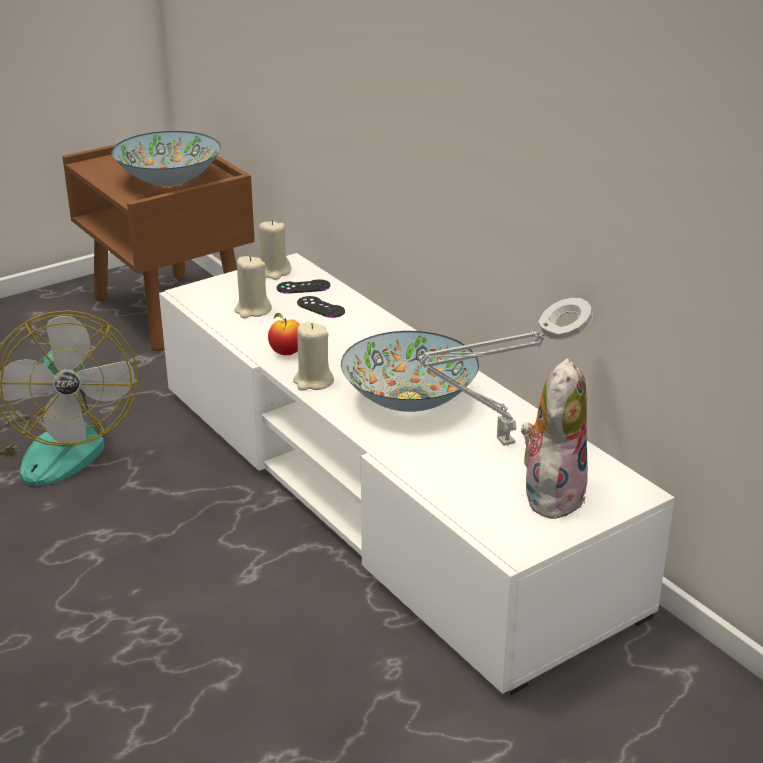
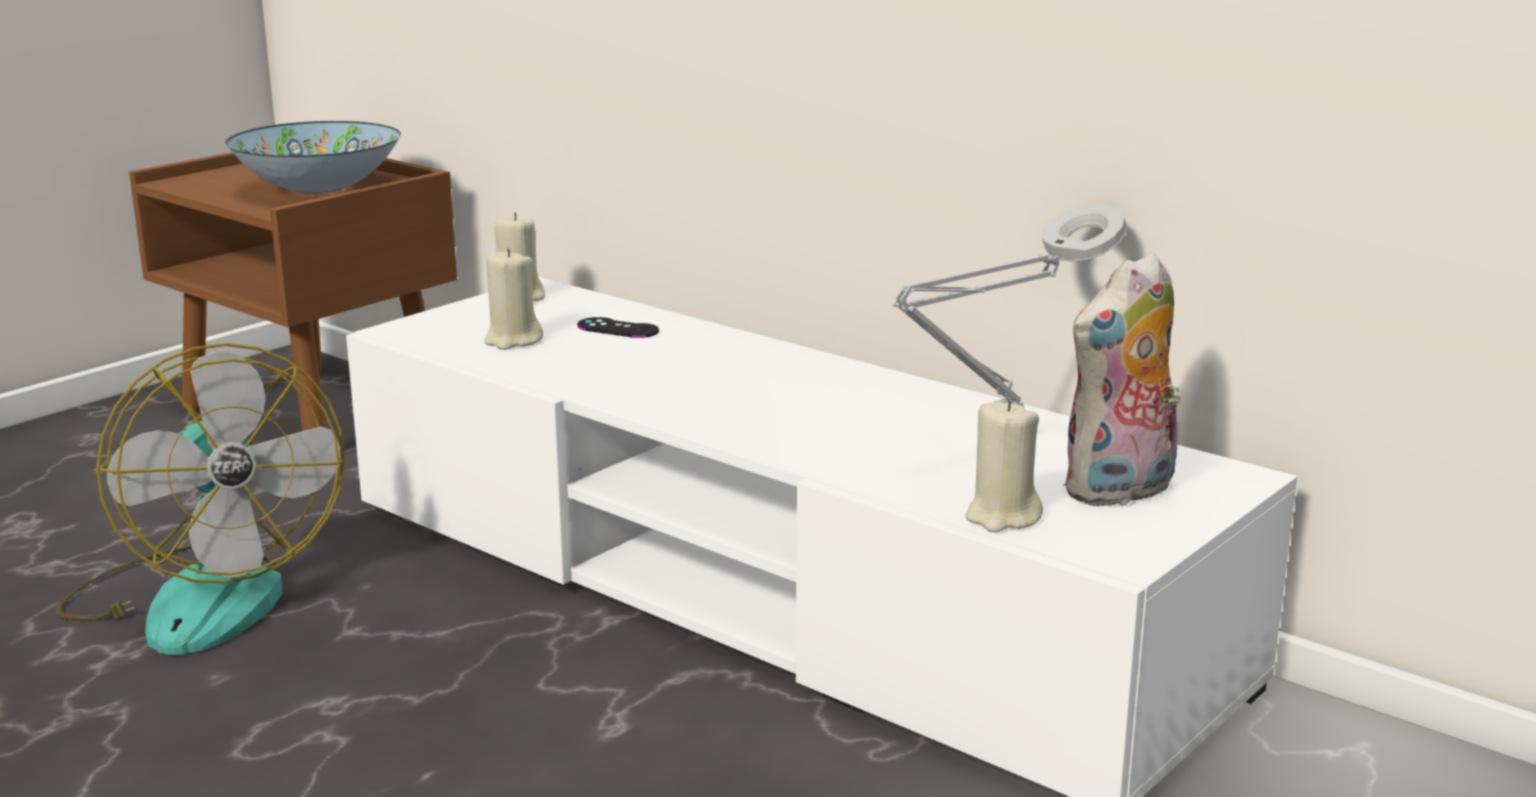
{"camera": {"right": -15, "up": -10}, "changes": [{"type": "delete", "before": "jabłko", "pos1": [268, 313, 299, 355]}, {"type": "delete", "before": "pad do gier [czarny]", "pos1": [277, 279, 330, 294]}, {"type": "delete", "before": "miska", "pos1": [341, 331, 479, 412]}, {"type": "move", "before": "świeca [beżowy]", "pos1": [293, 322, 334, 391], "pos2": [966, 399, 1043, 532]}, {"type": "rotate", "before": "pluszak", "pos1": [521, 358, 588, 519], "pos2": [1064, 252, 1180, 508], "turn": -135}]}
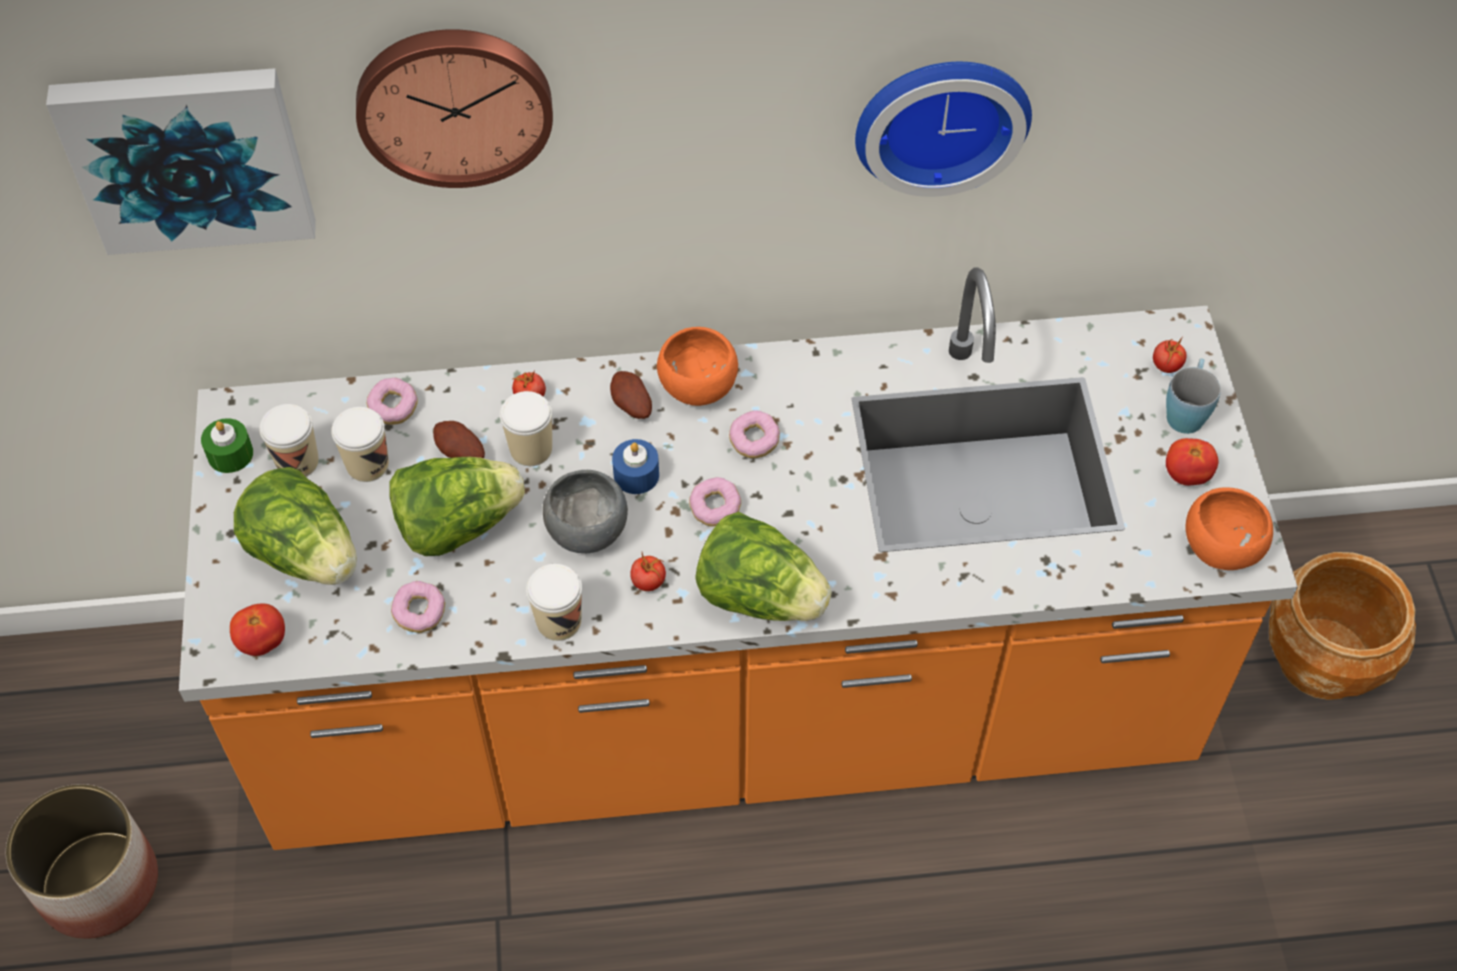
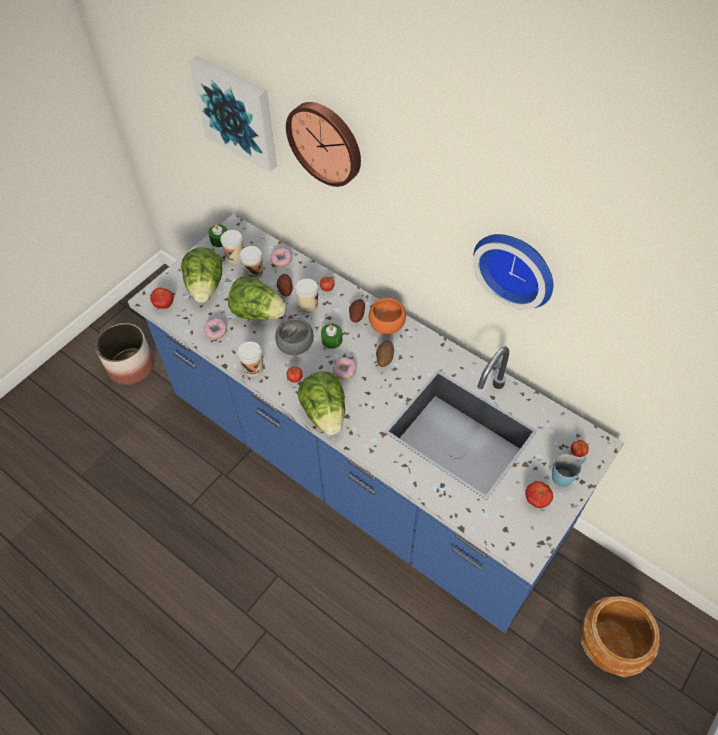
{"camera": {"right": 45, "up": 0}, "changes": [{"type": "delete", "before": "miska [pomarańczowy]", "pos1": [1186, 487, 1273, 570]}, {"type": "replace", "before": "donut", "after": "ziemniak", "pos1": [729, 410, 780, 459], "pos2": [376, 340, 394, 367]}, {"type": "recolor", "before": "zabudowa kuchenna [pomarańczowy]", "after": "zabudowa kuchenna [niebieski]", "pos1": [179, 267, 1298, 850], "pos2": [128, 214, 624, 633]}, {"type": "recolor", "before": "świeca [niebieski]", "after": "świeca [zielony]", "pos1": [612, 439, 659, 494], "pos2": [321, 323, 342, 349]}]}
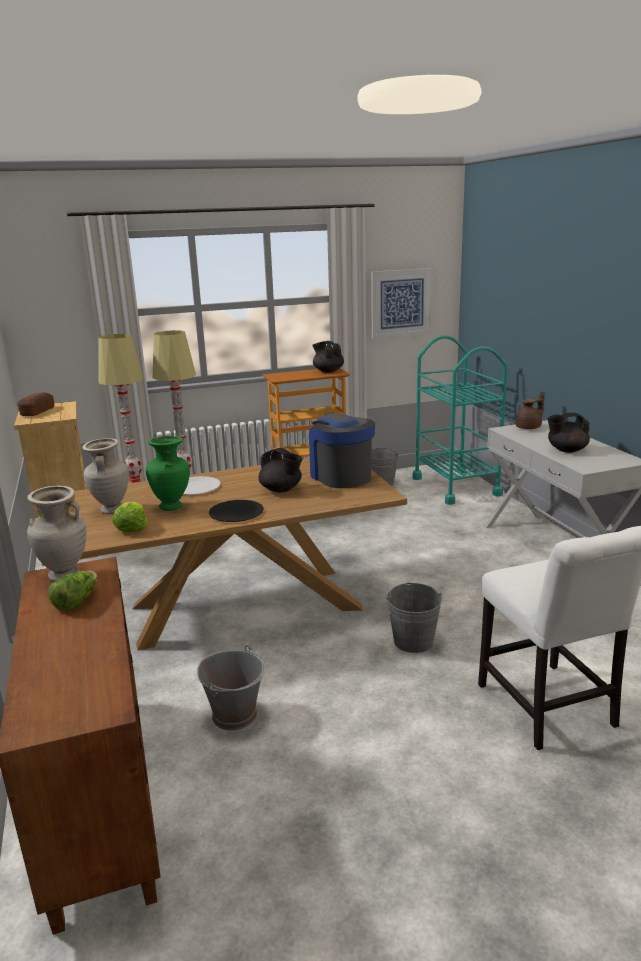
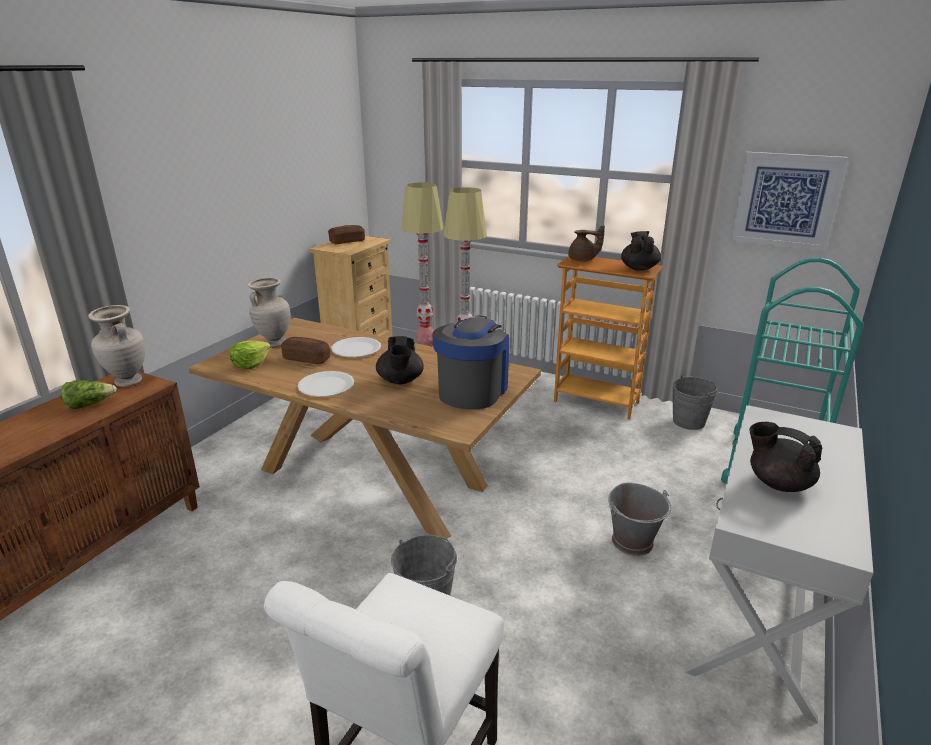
{"camera": {"right": 45, "up": 5}, "changes": [{"type": "move", "before": "wiadro [szary]", "pos1": [197, 645, 265, 731], "pos2": [608, 482, 672, 556]}, {"type": "move", "before": "imbryk [brązowy]", "pos1": [515, 391, 545, 429], "pos2": [568, 225, 605, 261]}, {"type": "replace", "before": "wazon [zielony]", "after": "chleb", "pos1": [146, 436, 190, 511], "pos2": [281, 337, 330, 364]}, {"type": "recolor", "before": "talerz [czarny]", "after": "talerz [biały]", "pos1": [209, 500, 264, 522], "pos2": [297, 371, 354, 397]}]}
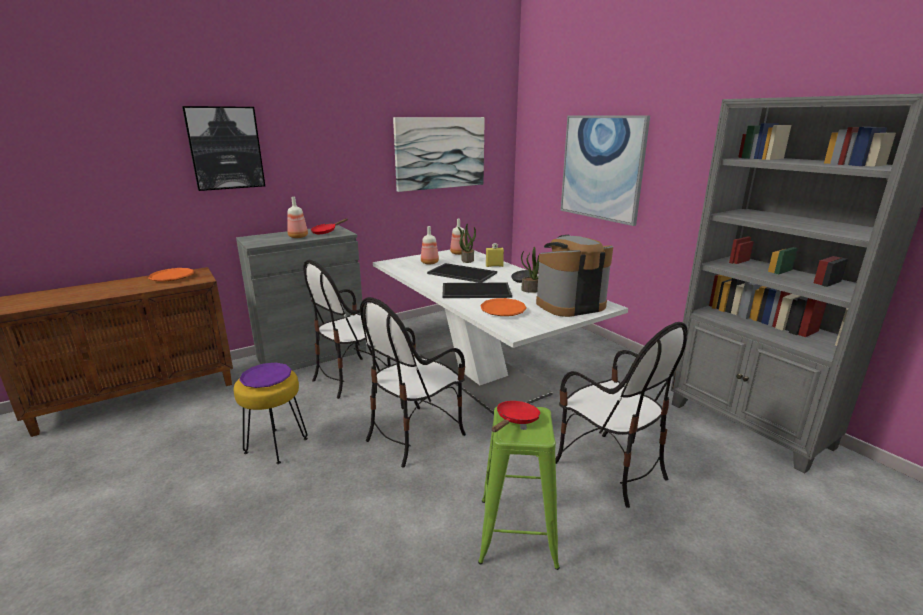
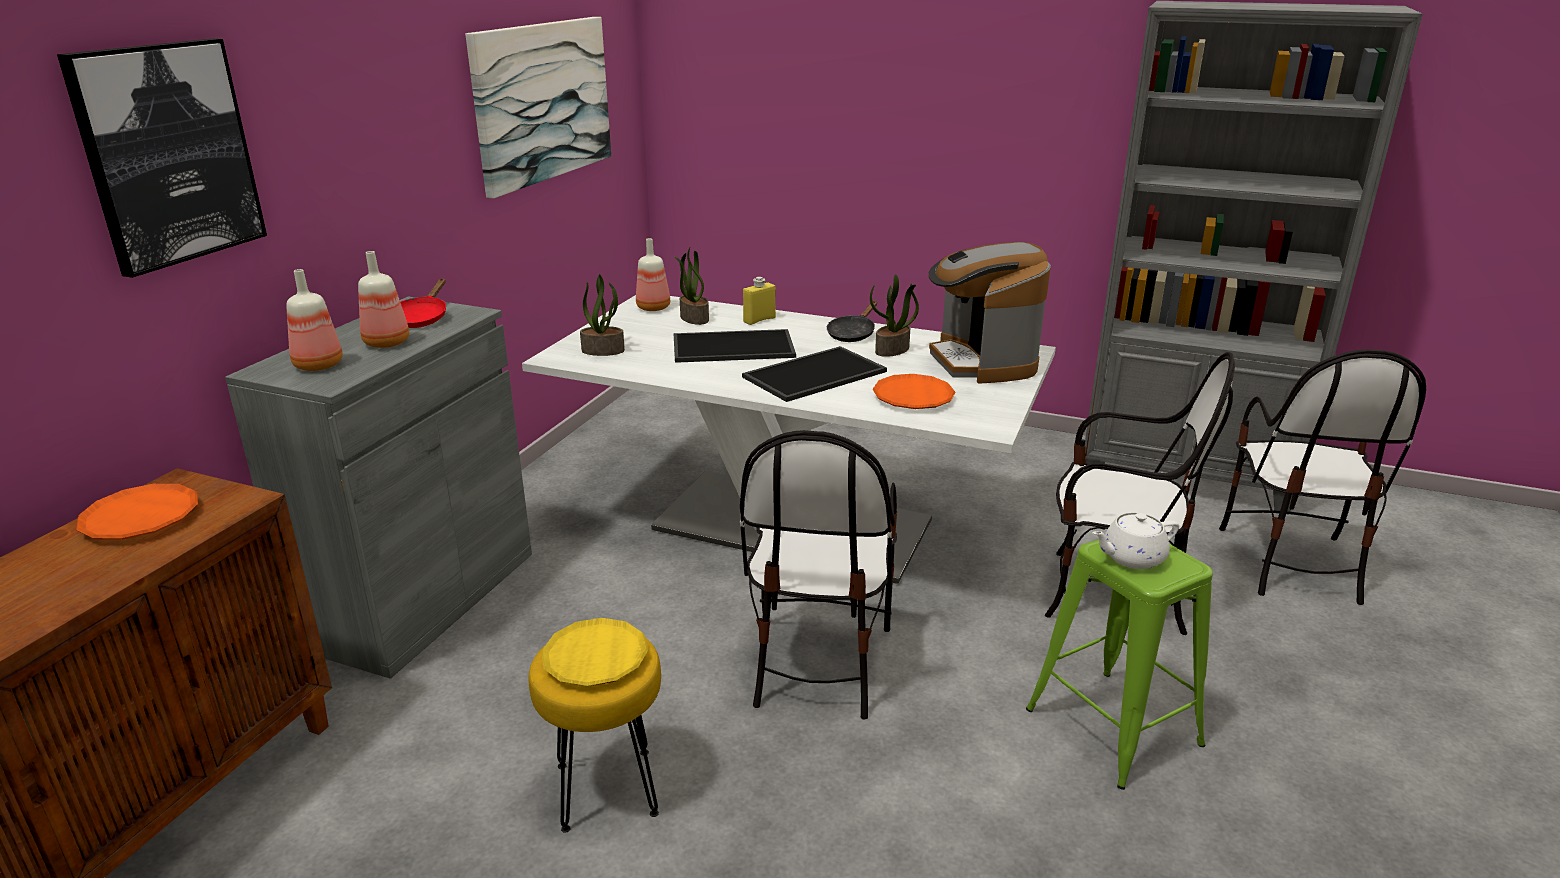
{"camera": {"right": -35, "up": 5}, "changes": [{"type": "delete", "before": "obraz", "pos1": [561, 115, 650, 226]}, {"type": "insert", "after": "roślina doniczkowa", "pos2": [580, 274, 625, 356]}, {"type": "move", "before": "krzesło", "pos1": [303, 260, 391, 399], "pos2": [1219, 349, 1426, 605]}, {"type": "move", "before": "butelka", "pos1": [421, 226, 439, 264], "pos2": [286, 269, 343, 371]}, {"type": "replace", "before": "patelnia [czerwony]", "after": "imbryk [biały]", "pos1": [492, 401, 540, 432], "pos2": [1092, 513, 1179, 569]}, {"type": "recolor", "before": "talerz [fioletowy]", "after": "talerz [żółty]", "pos1": [239, 363, 292, 388], "pos2": [541, 618, 648, 687]}, {"type": "rotate", "before": "ekspres do kawy", "pos1": [536, 235, 613, 317], "pos2": [929, 242, 1051, 384], "turn": -45}]}
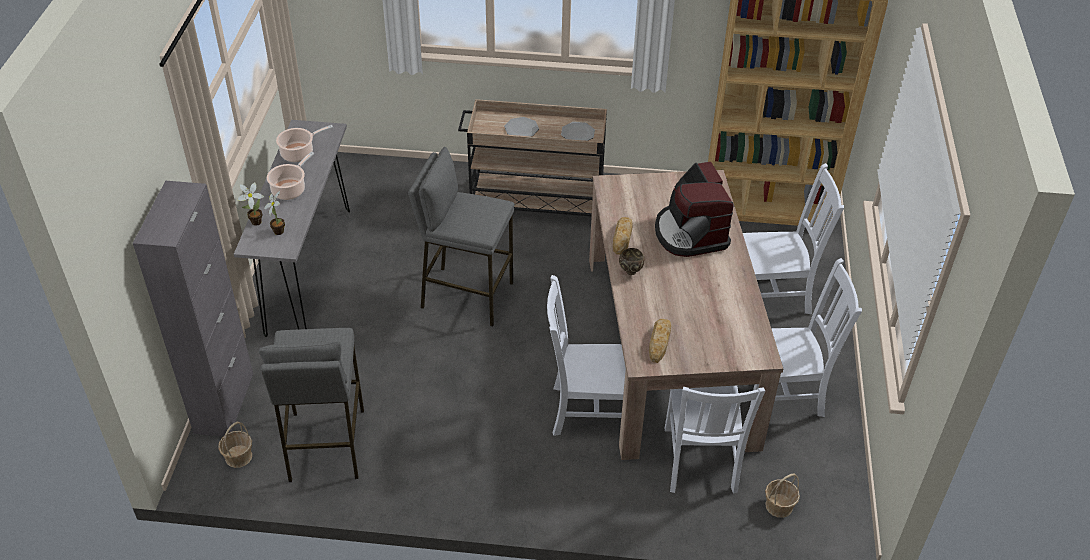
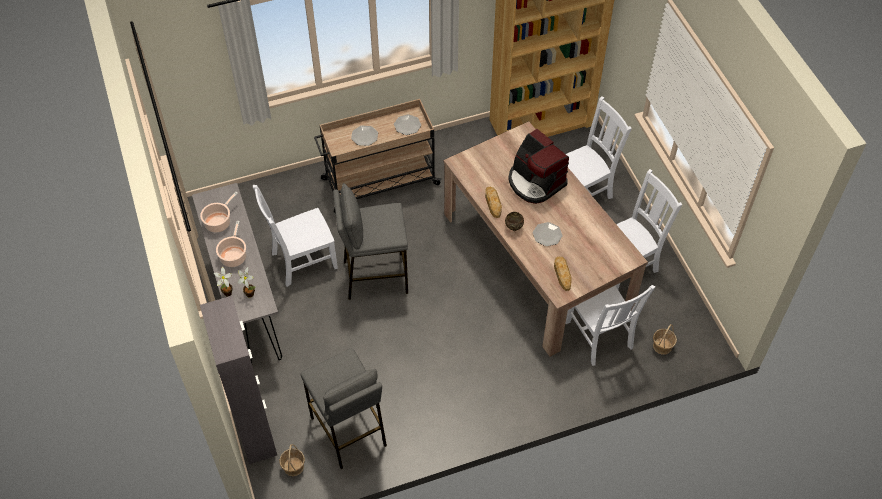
{"camera": {"right": -25, "up": 10}, "changes": [{"type": "insert", "after": "talerz", "pos2": [533, 222, 563, 246]}, {"type": "move", "before": "krzesło [biały]", "pos1": [547, 275, 626, 436], "pos2": [253, 185, 338, 287]}]}
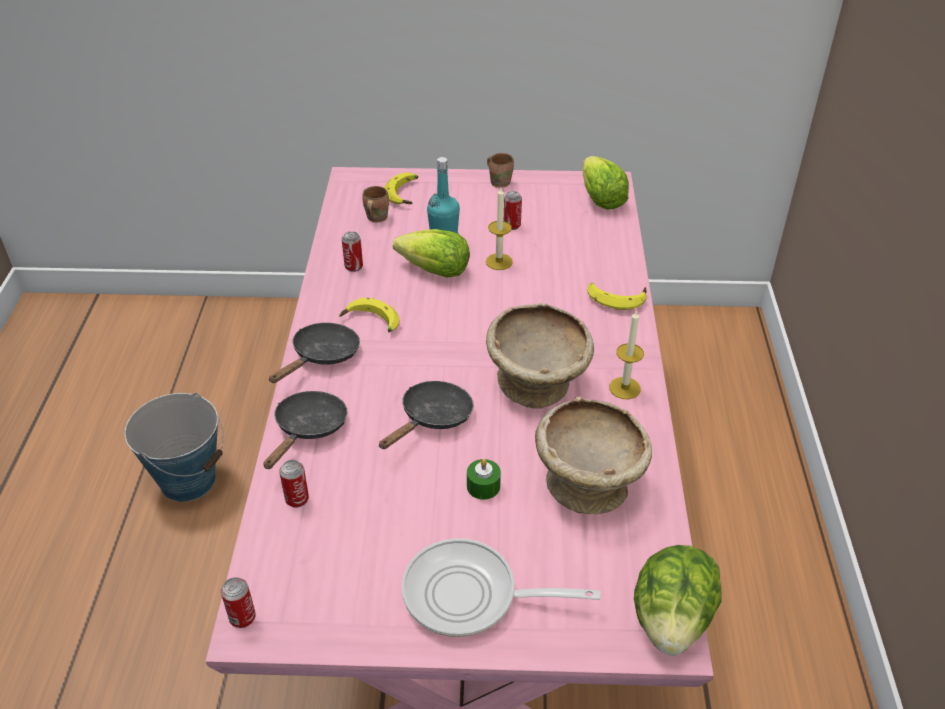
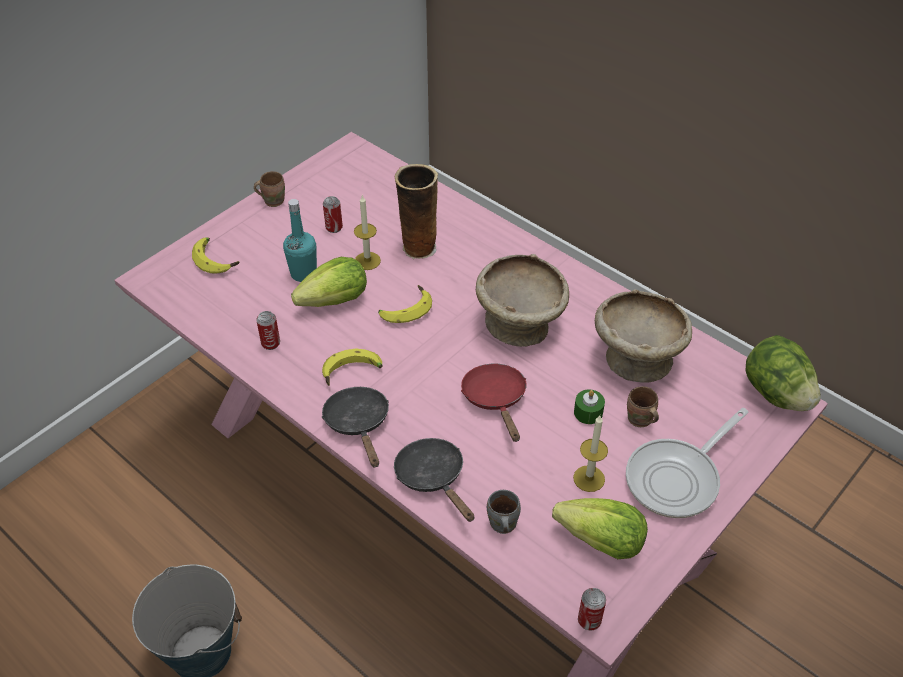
{"camera": {"right": -50, "up": 5}, "changes": [{"type": "insert", "after": "wazon", "pos2": [395, 164, 438, 259]}, {"type": "move", "before": "kubek [brązowy]", "pos1": [362, 186, 389, 223], "pos2": [627, 386, 659, 427]}, {"type": "move", "before": "sałata", "pos1": [583, 156, 629, 210], "pos2": [552, 498, 648, 559]}, {"type": "move", "before": "banan", "pos1": [587, 283, 647, 310], "pos2": [378, 285, 432, 323]}, {"type": "move", "before": "świeca", "pos1": [609, 310, 644, 399], "pos2": [573, 415, 608, 492]}, {"type": "replace", "before": "puszka", "after": "kubek [szary]", "pos1": [279, 460, 309, 508], "pos2": [487, 490, 521, 534]}, {"type": "recolor", "before": "patelnia [czarny]", "after": "patelnia [czerwony]", "pos1": [379, 381, 474, 449], "pos2": [461, 364, 526, 442]}]}
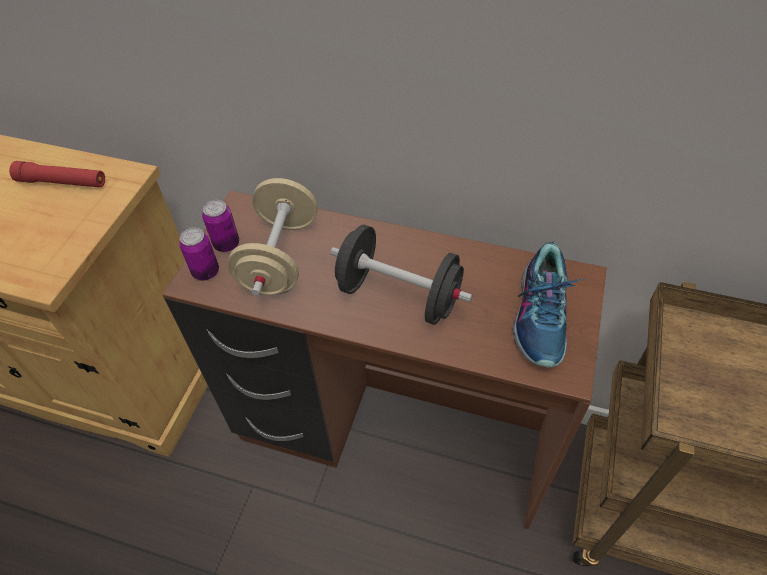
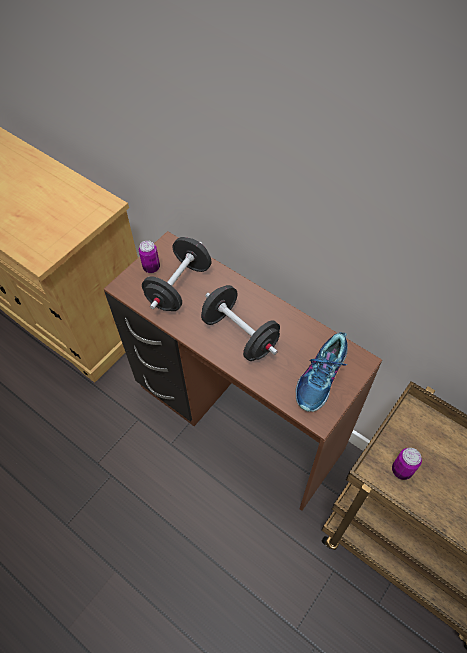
{"camera": {"right": 20, "up": 5}, "changes": [{"type": "delete", "before": "latarka [czerwony]", "pos1": [9, 161, 105, 187]}, {"type": "move", "before": "puszka", "pos1": [179, 228, 219, 281], "pos2": [392, 448, 422, 480]}, {"type": "recolor", "before": "hantel [beżowy]", "after": "hantel [czarny]", "pos1": [227, 178, 318, 295], "pos2": [142, 237, 212, 311]}]}
